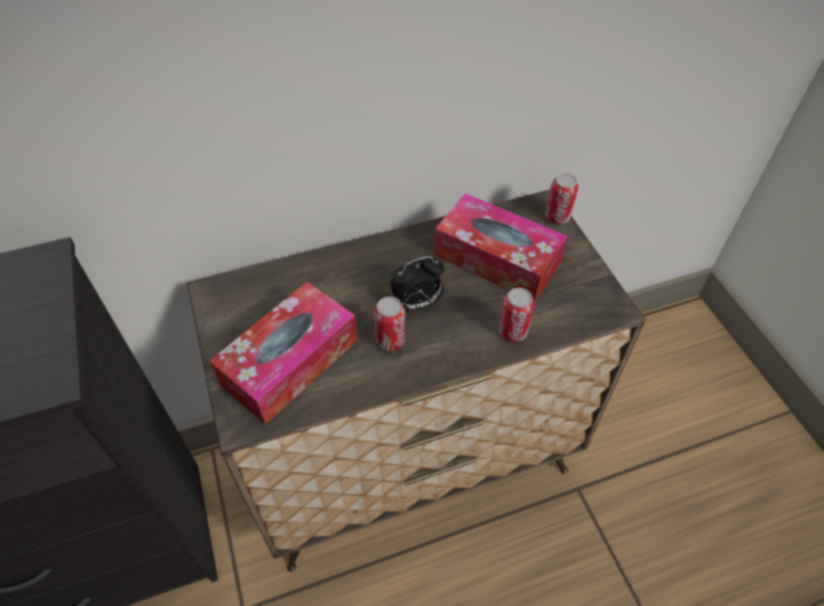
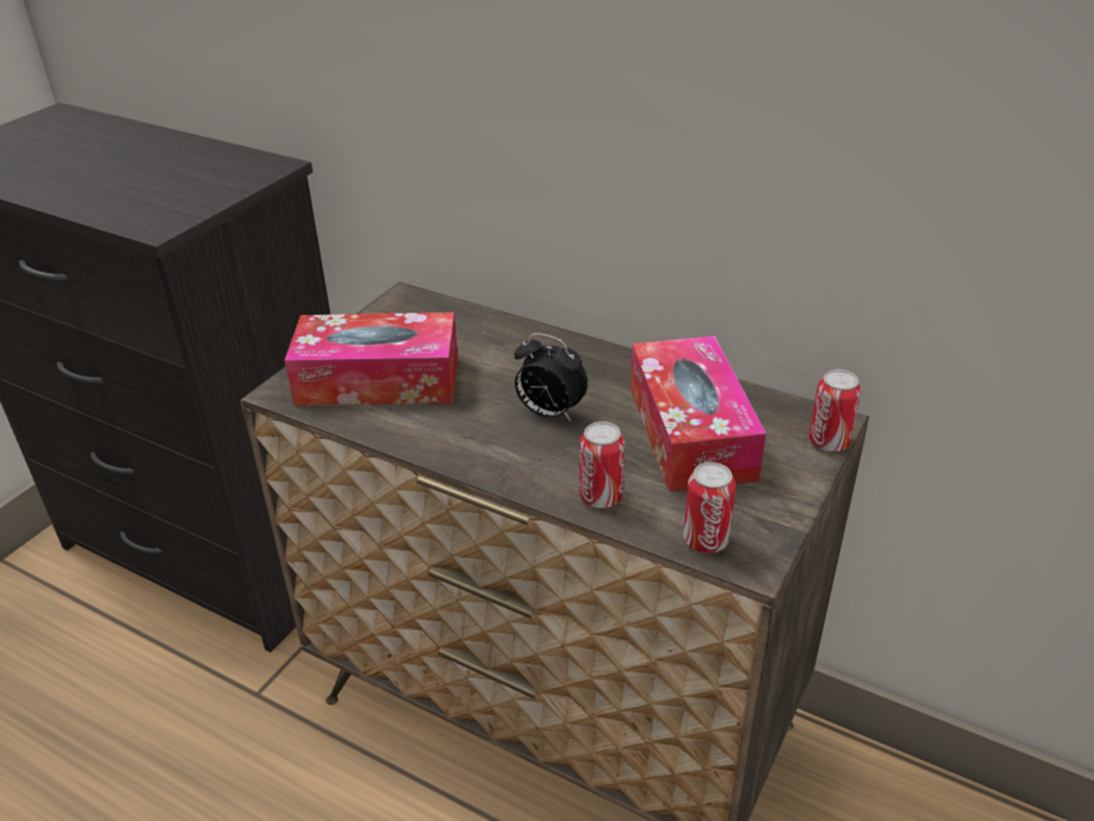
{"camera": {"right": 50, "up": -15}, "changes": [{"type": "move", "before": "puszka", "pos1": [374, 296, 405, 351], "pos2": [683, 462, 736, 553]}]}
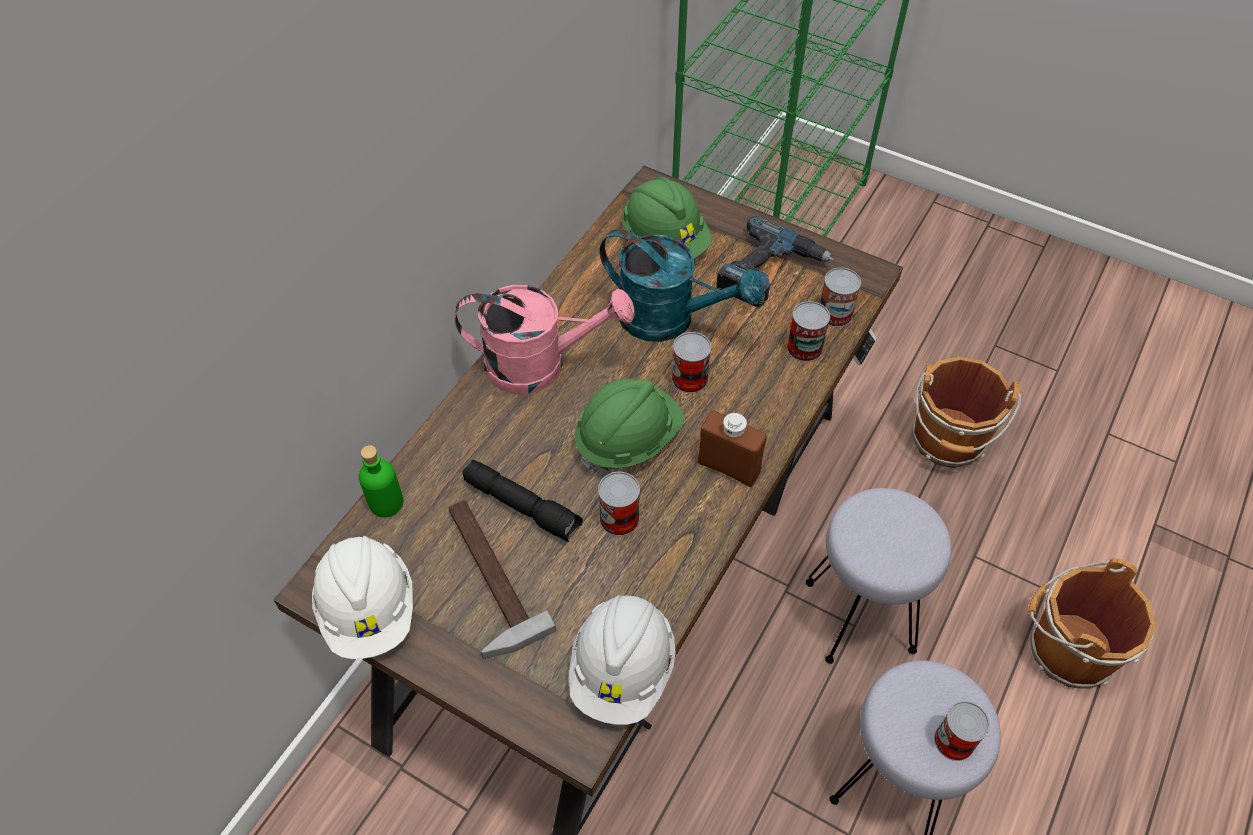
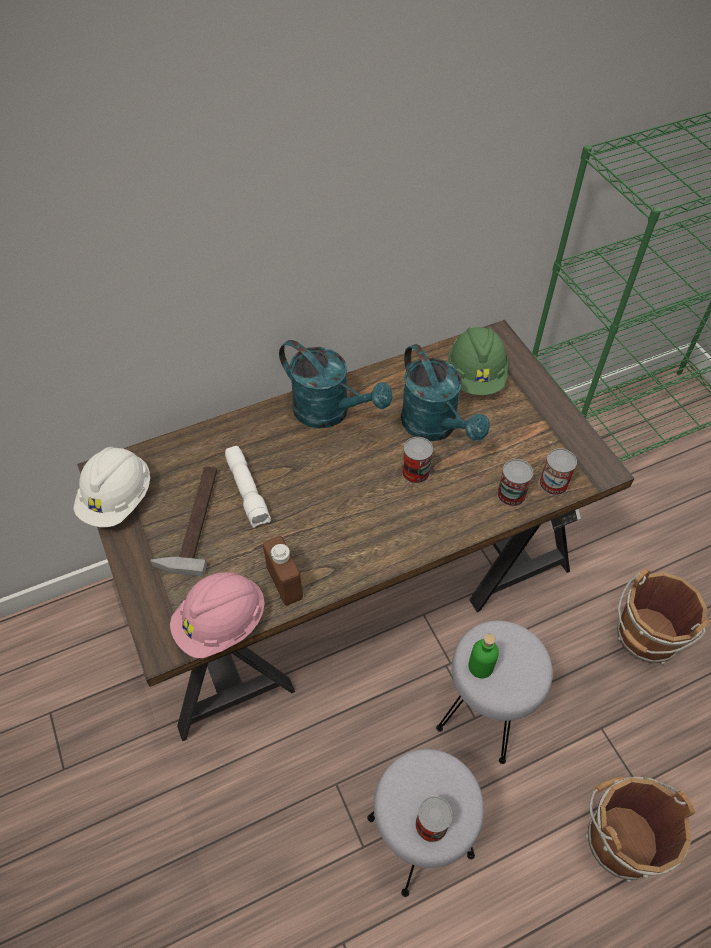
{"camera": {"right": 35, "up": 0}, "changes": [{"type": "delete", "before": "kask [zielony]", "pos1": [575, 379, 684, 473]}, {"type": "delete", "before": "puszka", "pos1": [598, 472, 640, 536]}, {"type": "delete", "before": "wiertarka", "pos1": [716, 216, 834, 308]}, {"type": "move", "before": "butelka [zielony]", "pos1": [359, 445, 404, 518], "pos2": [468, 634, 499, 679]}, {"type": "move", "before": "butelka [brązowy]", "pos1": [698, 411, 767, 487], "pos2": [263, 536, 303, 606]}, {"type": "recolor", "before": "konewka [różowy]", "after": "konewka [turkusowy]", "pos1": [455, 285, 635, 394], "pos2": [279, 340, 392, 429]}, {"type": "recolor", "before": "latarka [czarny]", "after": "latarka [biały]", "pos1": [463, 460, 583, 542], "pos2": [225, 446, 271, 528]}, {"type": "recolor", "before": "kask [biały]", "after": "kask [różowy]", "pos1": [569, 595, 676, 725], "pos2": [170, 572, 265, 658]}]}
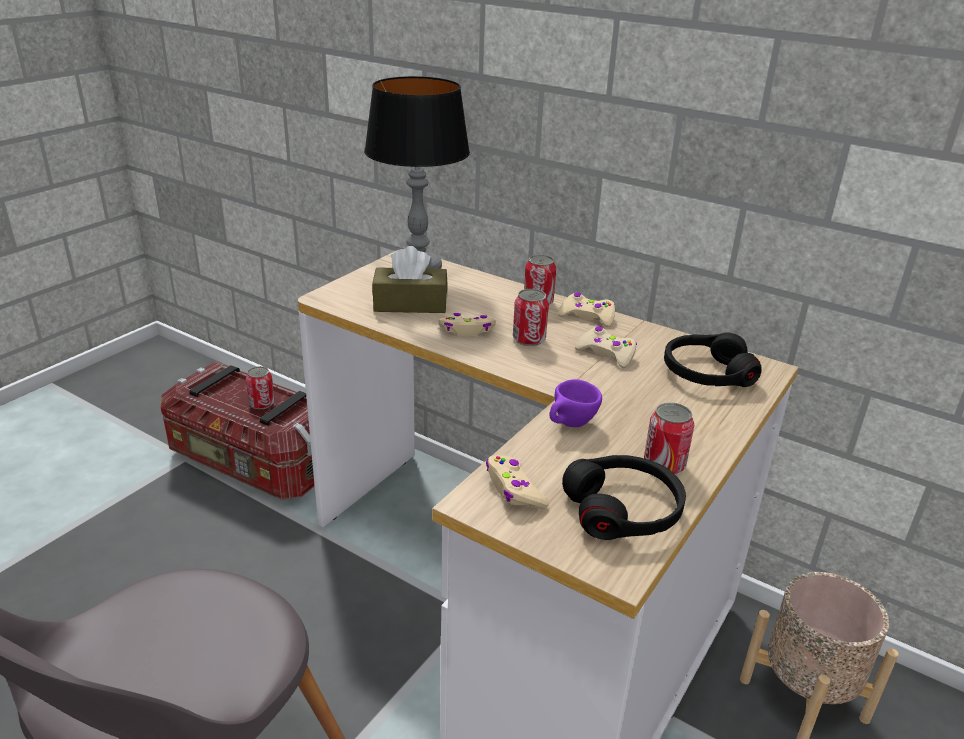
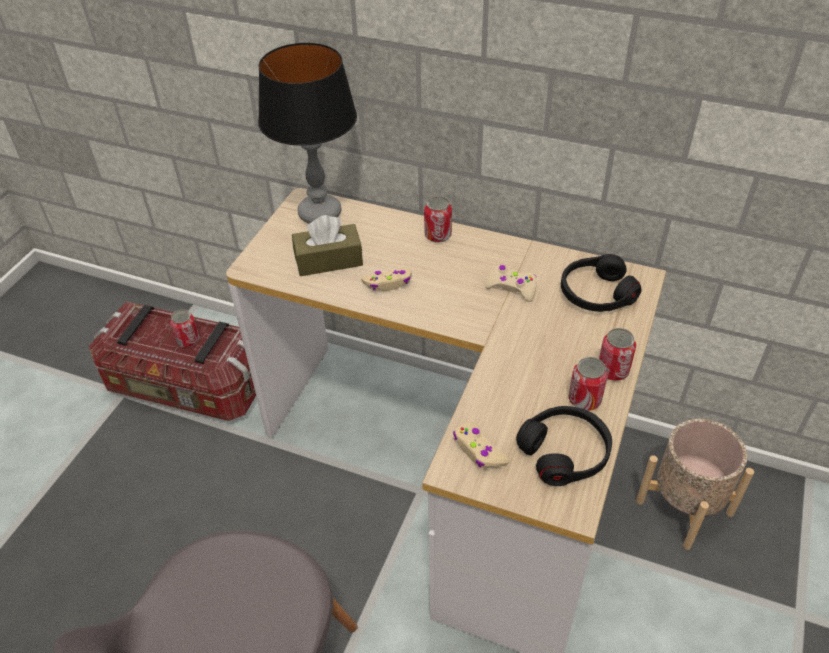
{"camera": {"right": -10, "up": 15}, "changes": [{"type": "delete", "before": "filiżanka [fioletowy]", "pos1": [549, 379, 602, 427]}, {"type": "delete", "before": "pad do gier [beżowy]", "pos1": [558, 292, 615, 327]}, {"type": "move", "before": "puszka", "pos1": [513, 289, 549, 346], "pos2": [599, 328, 636, 381]}]}
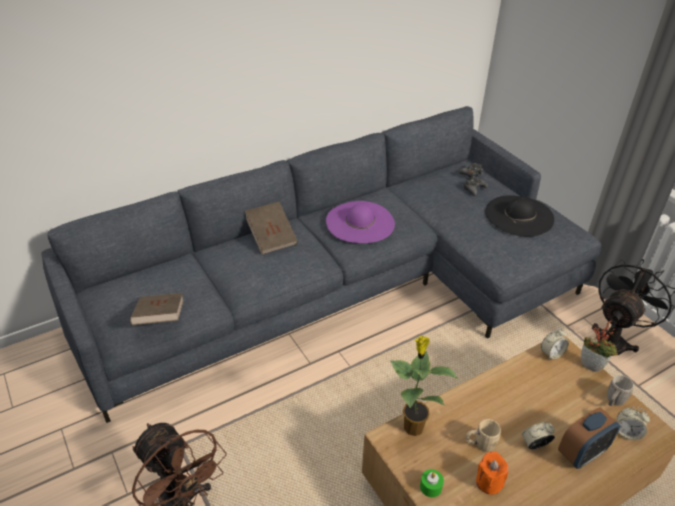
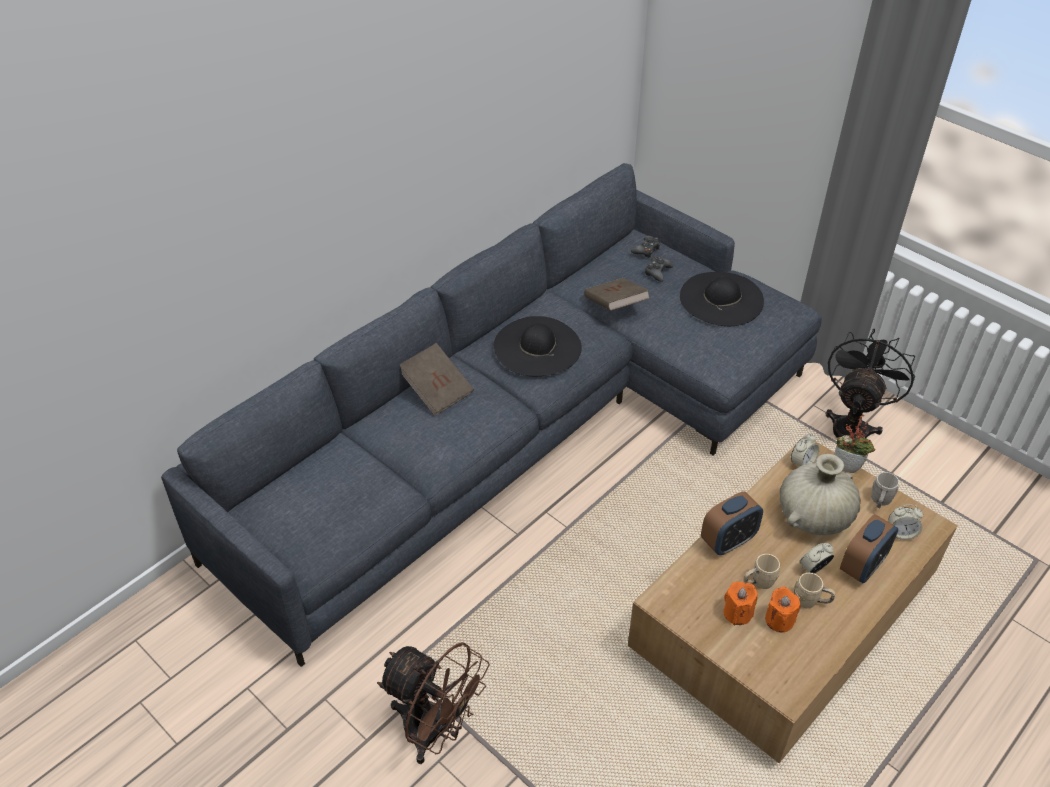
{"camera": {"right": -15, "up": 5}, "changes": [{"type": "delete", "before": "roślina doniczkowa", "pos1": [390, 336, 458, 436]}, {"type": "delete", "before": "świeca [zielony]", "pos1": [420, 469, 444, 497]}, {"type": "insert", "after": "budzik", "pos2": [701, 491, 763, 555]}, {"type": "insert", "after": "świeca [pomarańczowy]", "pos2": [724, 582, 758, 625]}, {"type": "insert", "after": "wazon [beżowy]", "pos2": [780, 454, 861, 535]}, {"type": "insert", "after": "kubek [beżowy]", "pos2": [794, 573, 835, 608]}, {"type": "move", "before": "książka [brązowy]", "pos1": [130, 293, 184, 325], "pos2": [584, 278, 650, 311]}, {"type": "recolor", "before": "kapelusz [fioletowy]", "after": "kapelusz [czarny]", "pos1": [326, 201, 395, 243], "pos2": [494, 316, 582, 376]}]}
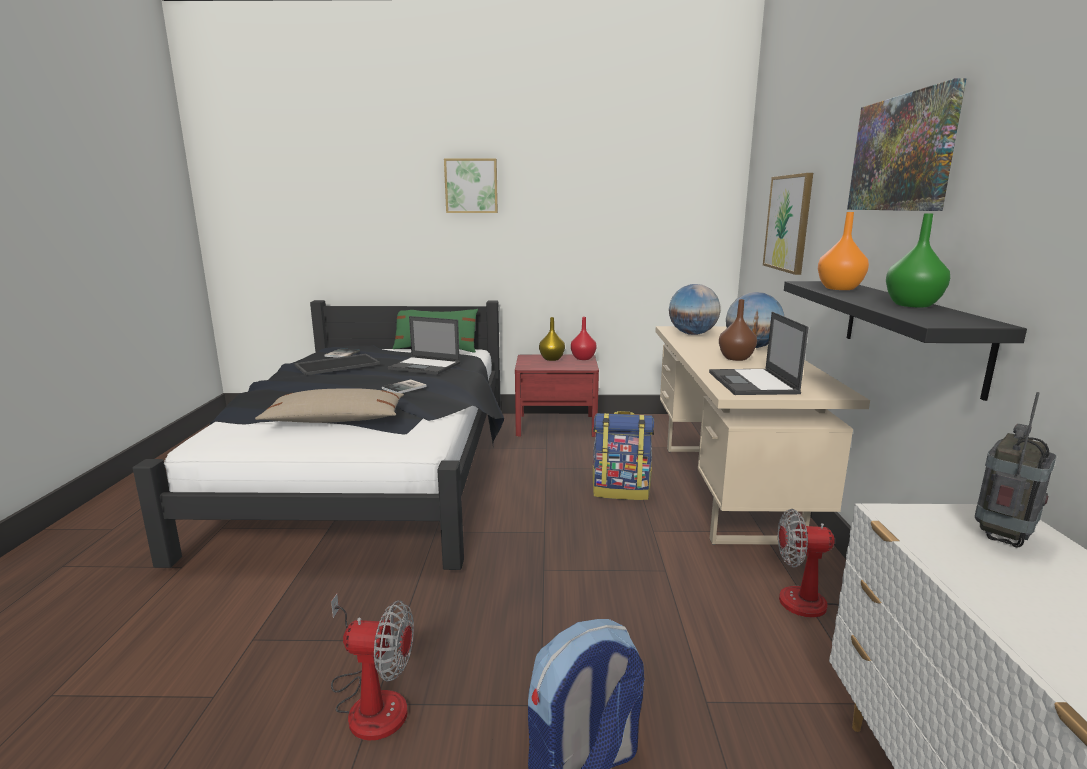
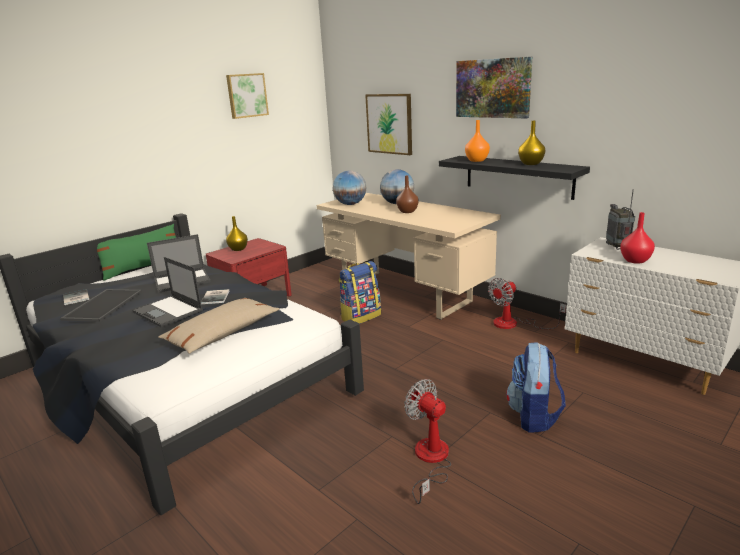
{"camera": {"right": -45, "up": 5}, "changes": [{"type": "move", "before": "obraz", "pos1": [444, 159, 498, 213], "pos2": [226, 73, 269, 119]}, {"type": "move", "before": "wazon [czerwony]", "pos1": [571, 317, 597, 360], "pos2": [620, 212, 655, 264]}, {"type": "move", "before": "laptop", "pos1": [709, 312, 809, 395], "pos2": [132, 257, 203, 327]}, {"type": "recolor", "before": "wazon [zielony]", "after": "wazon [żółty]", "pos1": [886, 214, 950, 308], "pos2": [518, 121, 545, 165]}, {"type": "rotate", "before": "wentylator", "pos1": [331, 594, 414, 741], "pos2": [404, 379, 451, 504], "turn": -90}]}
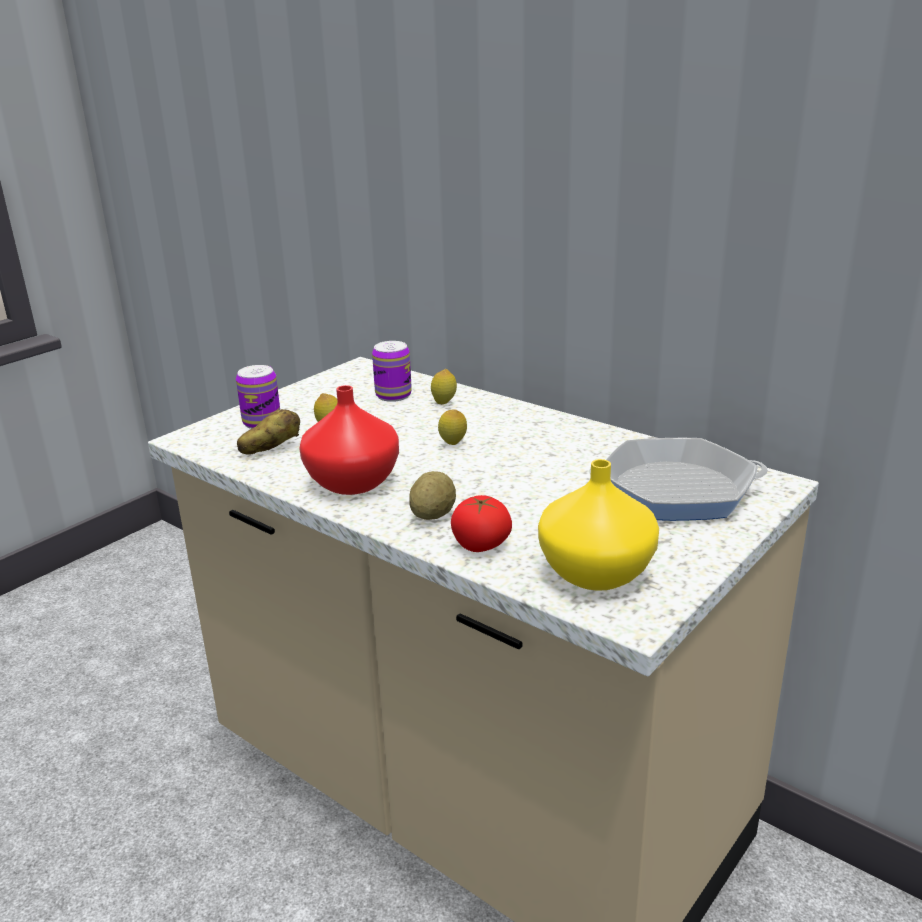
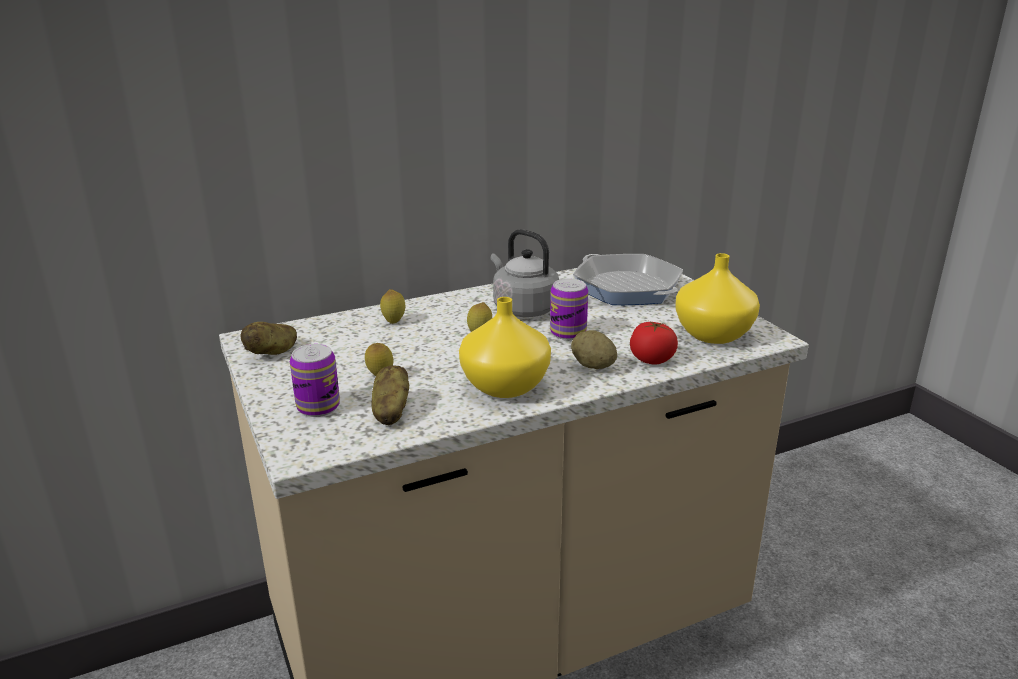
{"camera": {"right": -65, "up": 0}, "changes": [{"type": "insert", "after": "ziemniak", "pos2": [241, 322, 297, 355]}, {"type": "insert", "after": "czajnik [szary]", "pos2": [491, 229, 559, 317]}, {"type": "move", "before": "puszka", "pos1": [372, 341, 412, 402], "pos2": [550, 279, 588, 340]}, {"type": "recolor", "before": "wazon [czerwony]", "after": "wazon [żółty]", "pos1": [299, 385, 399, 495], "pos2": [459, 297, 551, 398]}, {"type": "rotate", "before": "patelnia", "pos1": [589, 438, 768, 521], "pos2": [573, 254, 683, 305], "turn": 120}]}
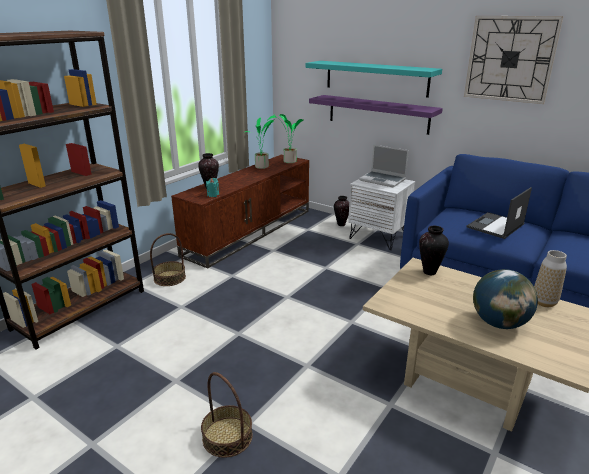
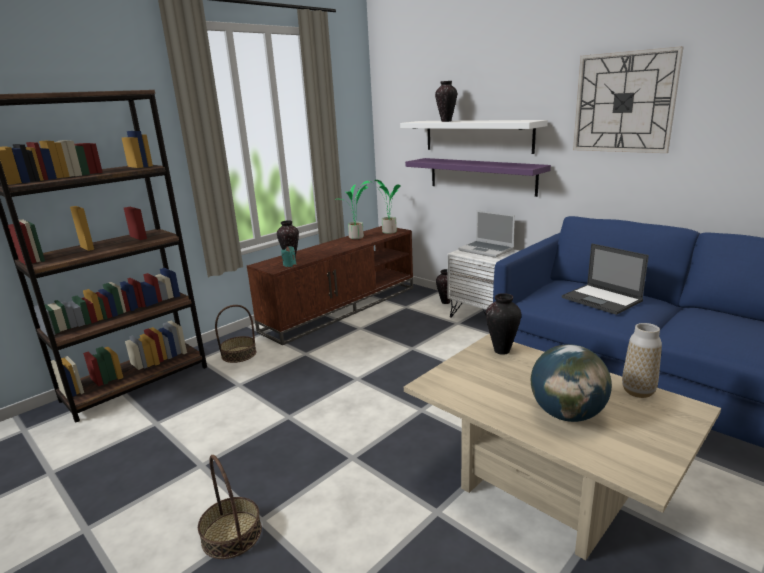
{"camera": {"right": 10, "up": -5}, "changes": [{"type": "insert", "after": "wazon", "pos2": [435, 81, 457, 122]}, {"type": "recolor", "before": "półka [turkusowy]", "after": "półka [biały]", "pos1": [305, 61, 442, 98], "pos2": [400, 120, 548, 154]}, {"type": "rotate", "before": "laptop", "pos1": [466, 187, 532, 239], "pos2": [562, 243, 649, 315], "turn": -90}]}
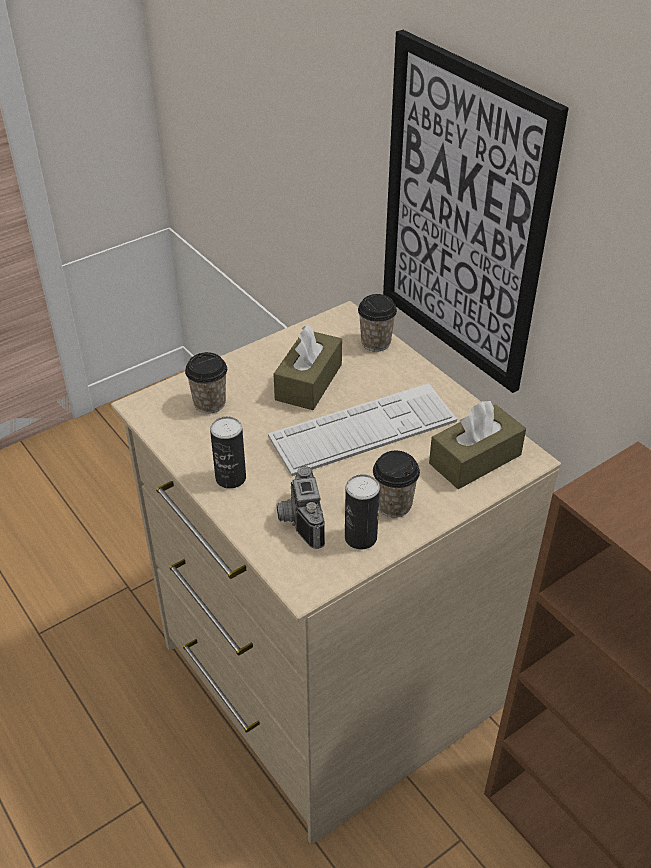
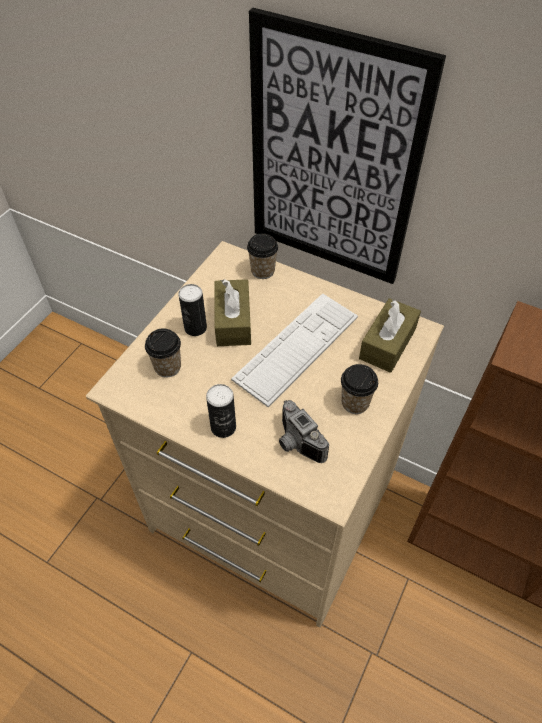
{"camera": {"right": -25, "up": 10}, "changes": [{"type": "move", "before": "puszka", "pos1": [345, 474, 380, 549], "pos2": [178, 284, 207, 336]}]}
